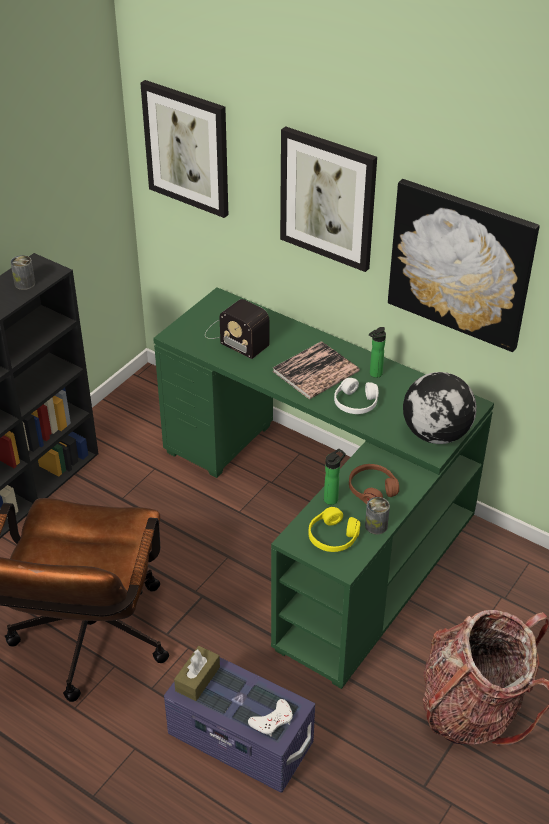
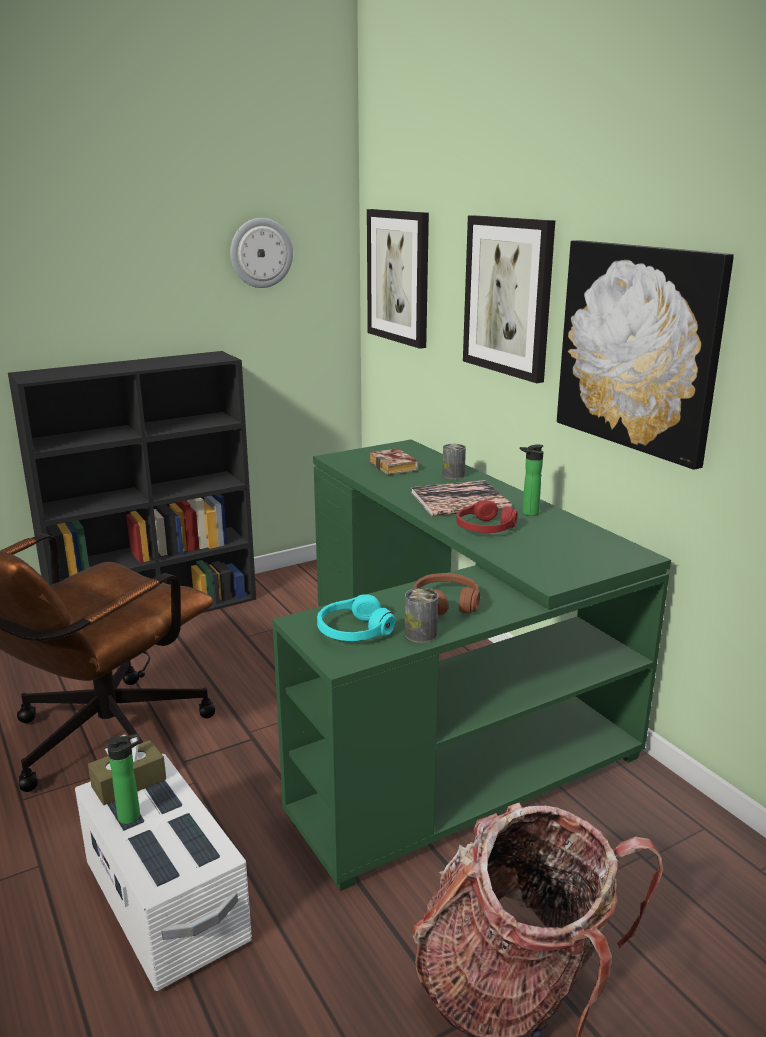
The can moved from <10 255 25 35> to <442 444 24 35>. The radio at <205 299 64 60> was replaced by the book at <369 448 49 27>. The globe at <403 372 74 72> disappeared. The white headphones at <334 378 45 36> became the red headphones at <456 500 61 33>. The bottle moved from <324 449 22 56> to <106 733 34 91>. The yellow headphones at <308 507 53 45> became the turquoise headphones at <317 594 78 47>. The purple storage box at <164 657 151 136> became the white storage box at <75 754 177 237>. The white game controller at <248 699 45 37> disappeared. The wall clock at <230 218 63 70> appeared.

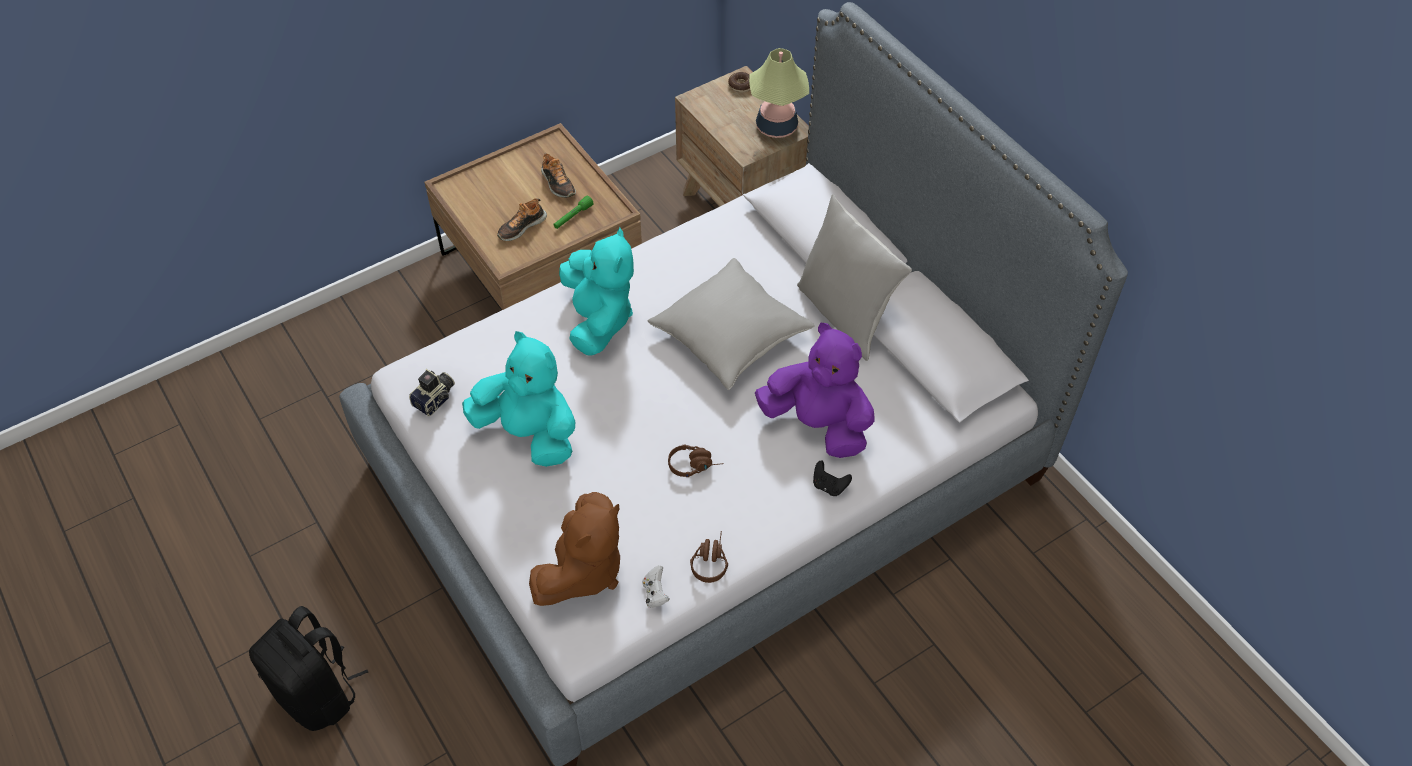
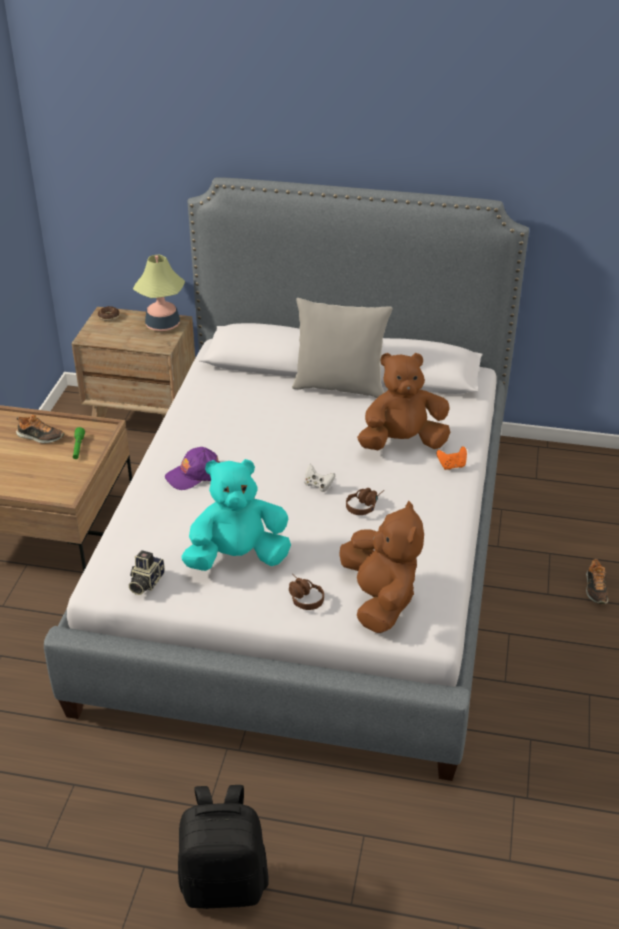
The shoe moved from <497 198 50 43> to <586 558 22 46>. The turquoise plush toy at <559 227 75 128> was replaced by the purple cap at <165 447 55 43>. The grey pillow at <648 258 167 132> disappeared. The purple plush toy at <755 323 119 135> became the brown plush toy at <357 353 93 97>. The photo camera at <409 369 46 47> turned 150 degrees counterclockwise. The black game controller at <813 460 39 36> became the orange game controller at <436 446 31 24>. The brown headphones moved from <690 531 38 52> to <289 574 35 36>. The white game controller moved from <642 565 28 43> to <304 464 31 28>.

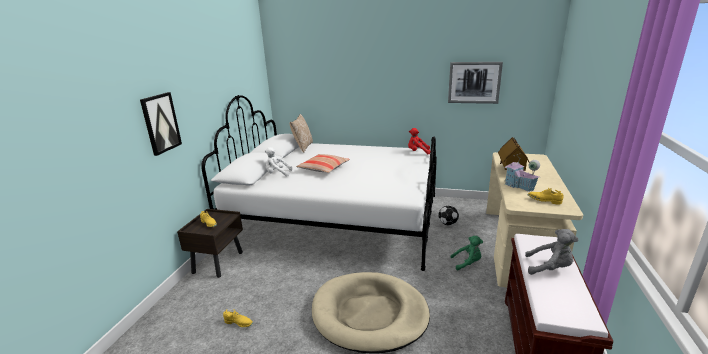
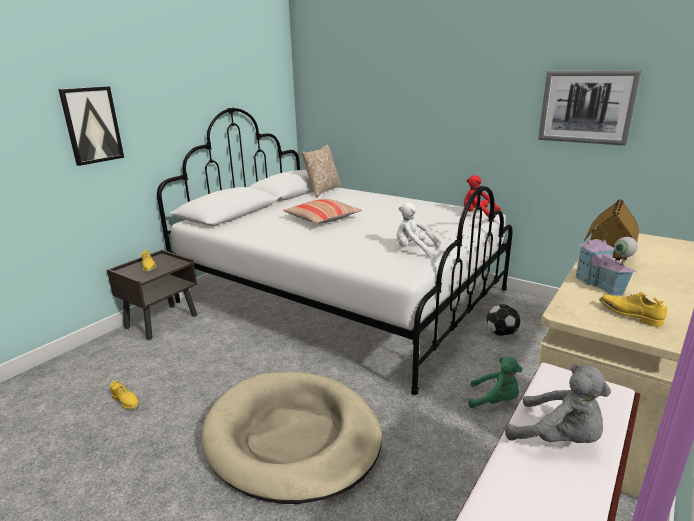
The white plush toy moved from <265 147 27 30> to <396 202 45 54>.

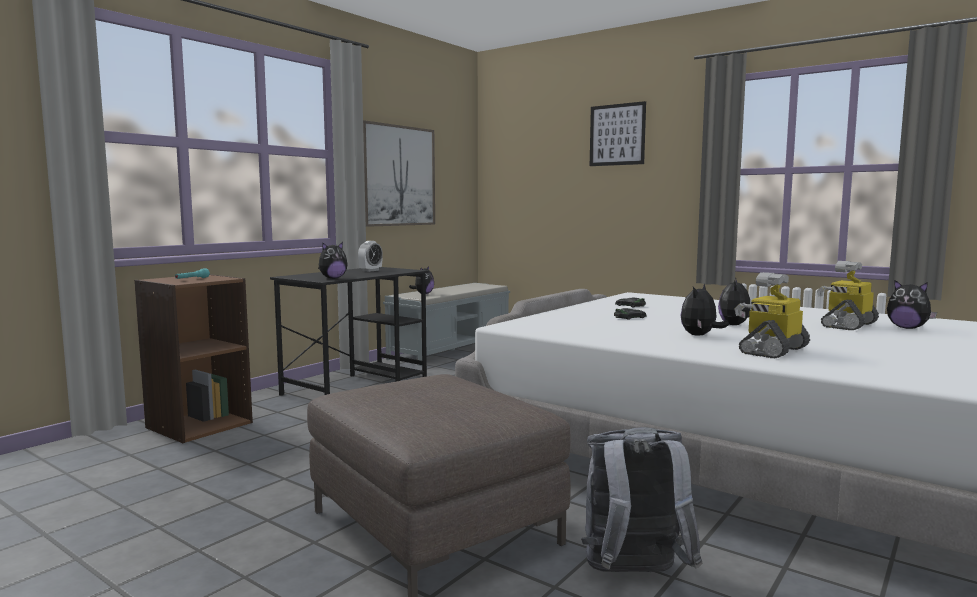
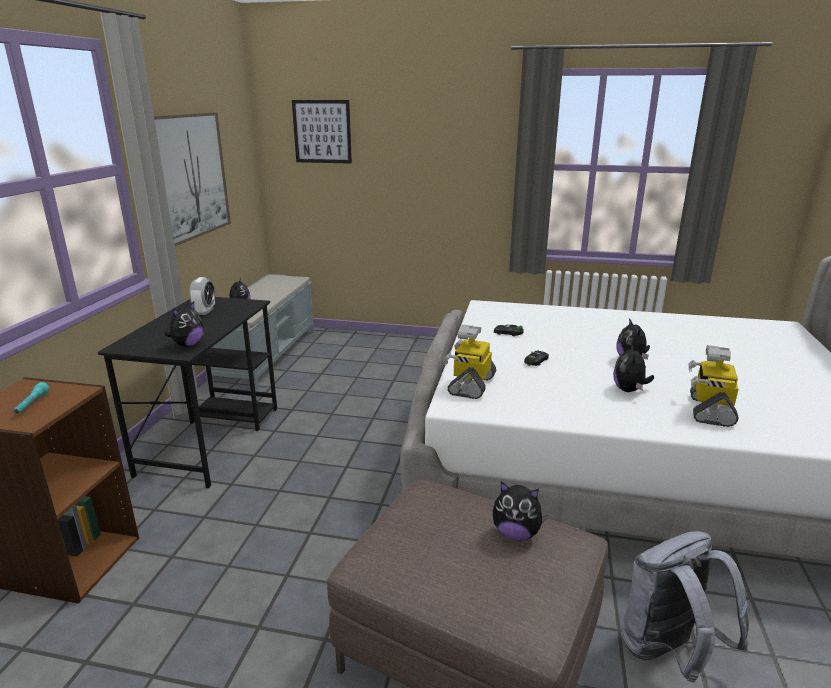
The picture moved from <590 101 56 65> to <292 100 60 64>. The toy robot moved from <817 261 62 69> to <443 325 53 74>. The plush toy moved from <887 280 50 49> to <493 481 55 60>.

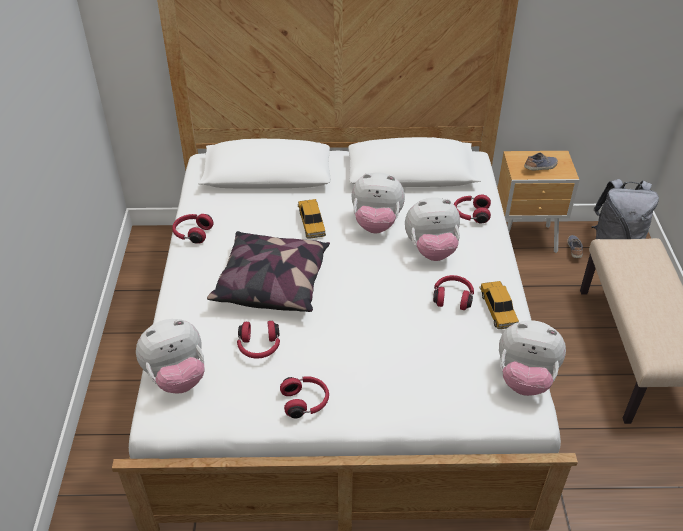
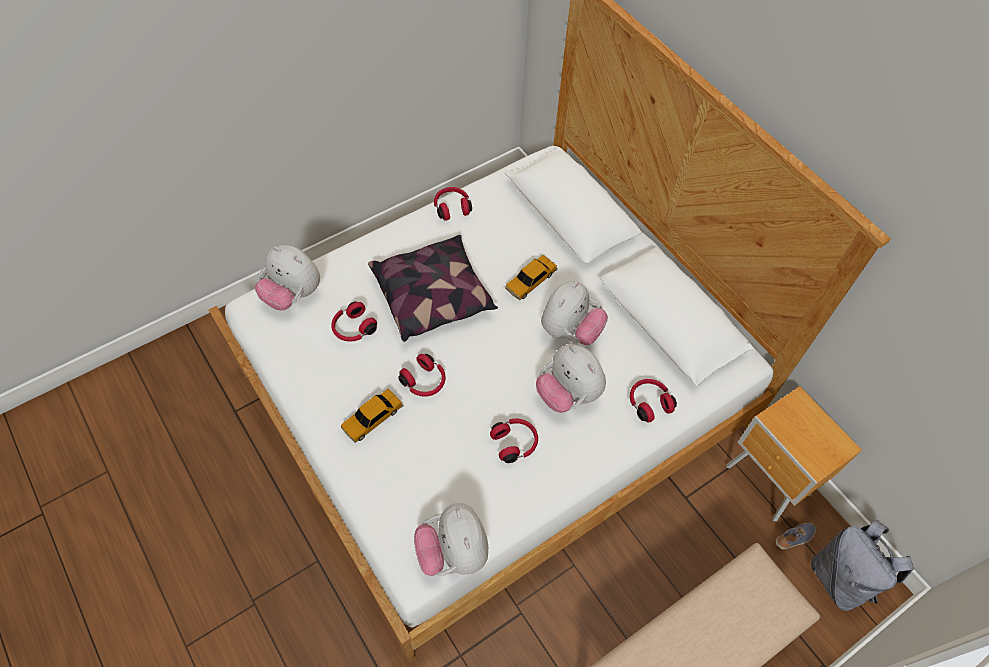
The shoe at <524 153 34 18> disappeared. The plush toy at <352 172 53 61> turned 120 degrees counterclockwise. The toy car moved from <479 281 40 48> to <341 389 63 54>. The red headphones moved from <280 376 49 43> to <398 354 47 43>.

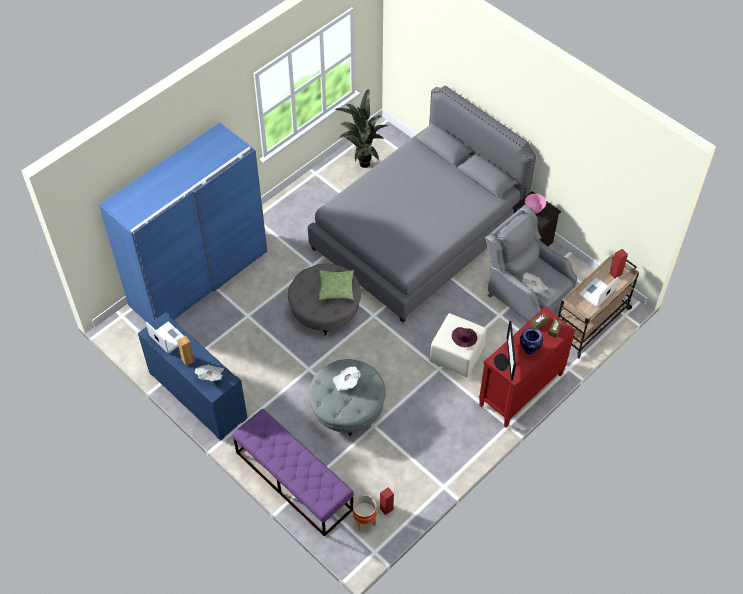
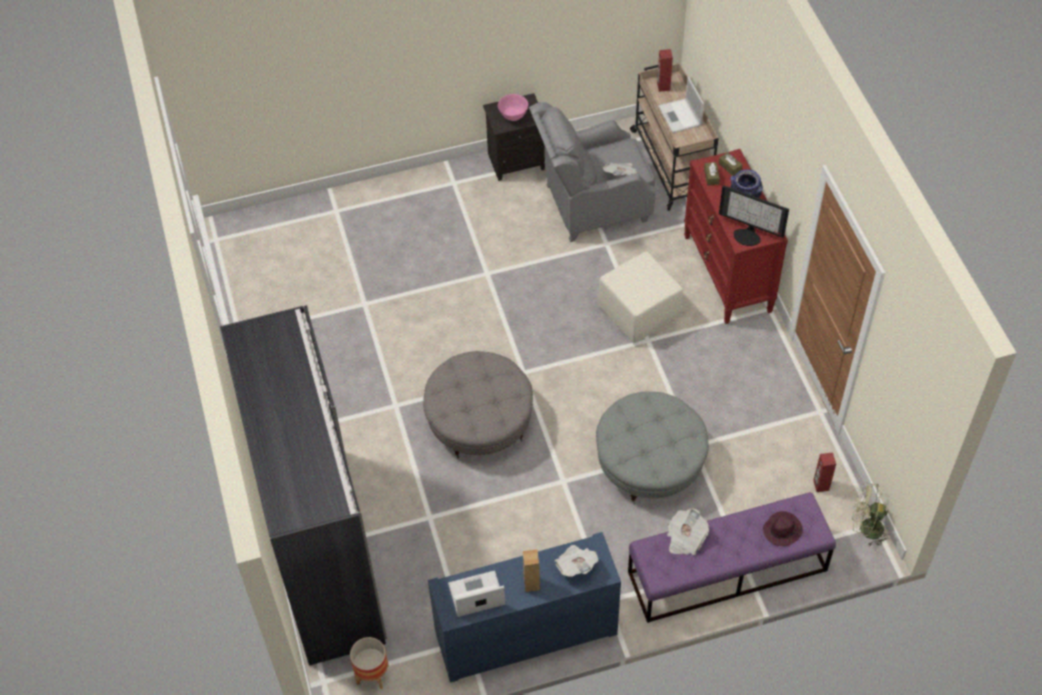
The grey bed at <308 85 228 237> disappeared. The potted plant at <335 89 54 79> disappeared. The blue wardrobe at <99 122 168 202> became the grey wardrobe at <220 305 167 361>. The pillow at <319 270 35 30> disappeared. The purple hat moved from <452 327 25 20> to <763 511 40 35>. The newspaper moved from <333 367 28 24> to <667 509 42 46>. The planter moved from <353 495 24 36> to <350 637 39 52>. The green fan at <852 482 39 64> appeared.

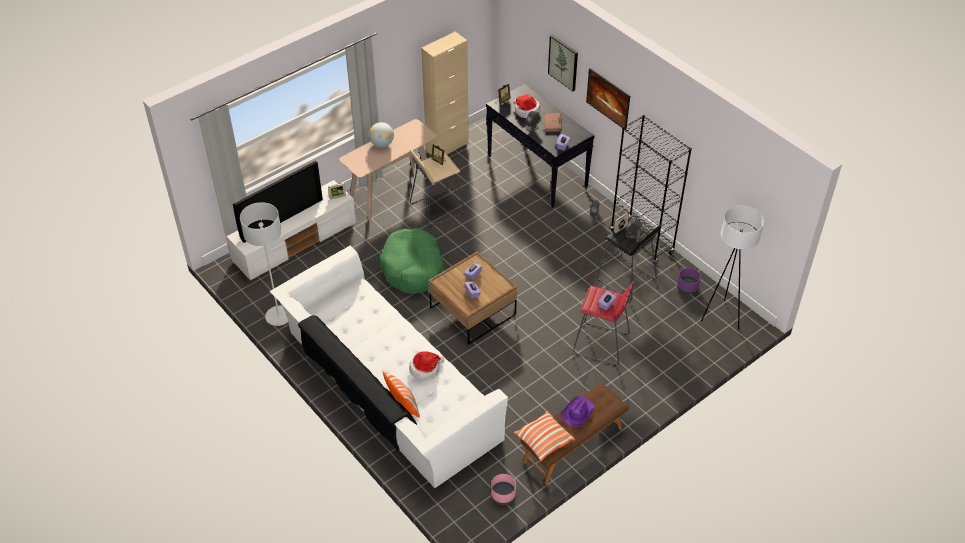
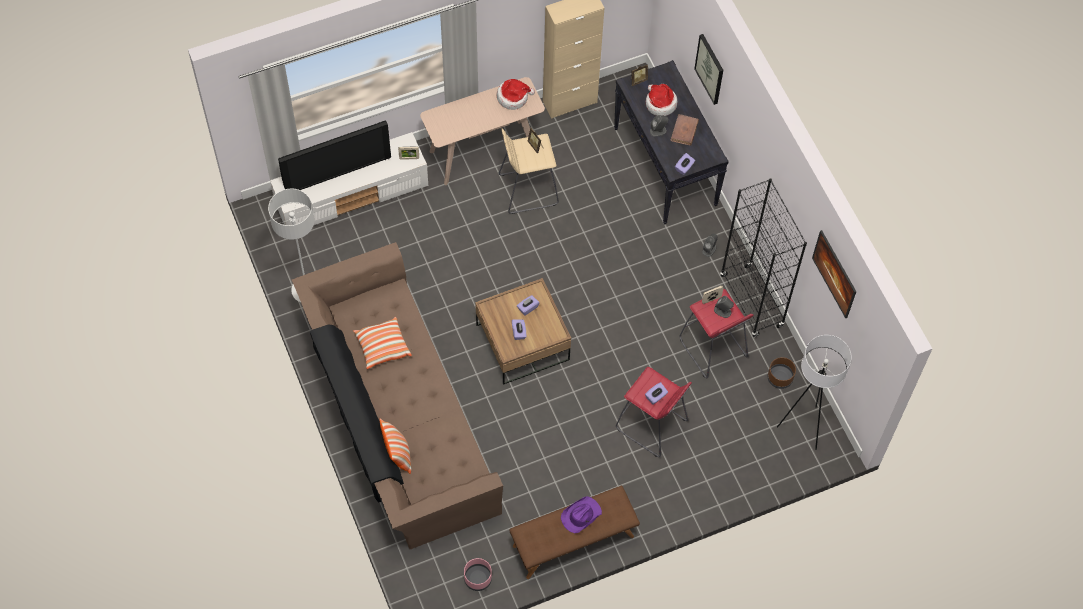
The picture moved from <586 68 44 62> to <812 230 44 89>. The globe at <369 122 25 25> disappeared. The black stool at <597 221 64 80> became the red stool at <680 289 73 90>. The green dog bed at <380 228 65 66> disappeared. The white sofa at <270 246 238 242> became the brown sofa at <292 242 211 307>. The purple planter at <677 268 24 26> became the brown planter at <768 357 28 32>. The hat moved from <409 351 35 30> to <497 79 38 31>. The pillow moved from <514 411 62 50> to <353 317 59 52>.

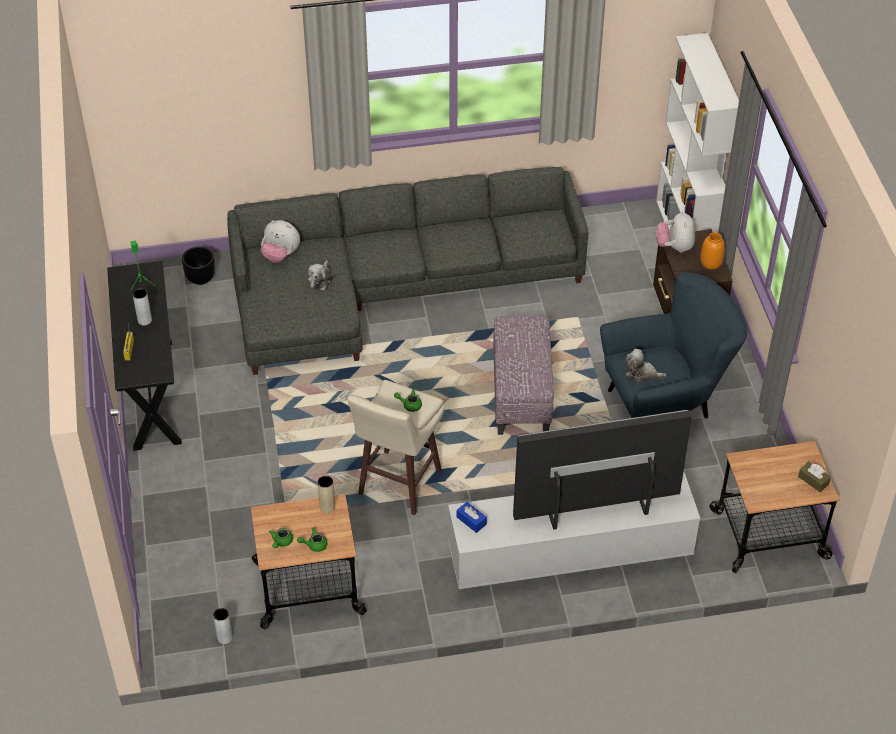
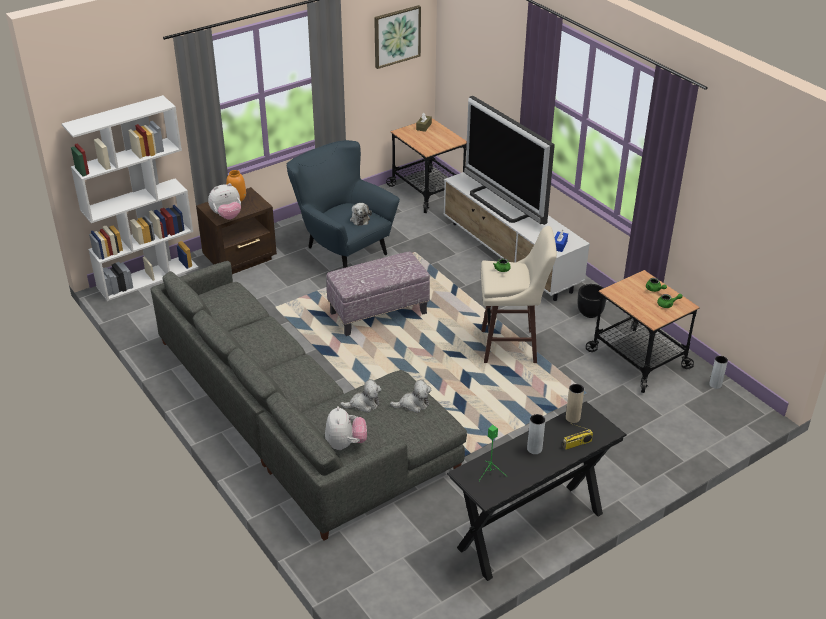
The black planter moved from <182 247 33 38> to <578 284 28 34>. The beige vase moved from <318 476 17 37> to <566 384 18 39>. The picture at <374 5 47 64> appeared. The plush toy at <390 380 41 33> appeared.

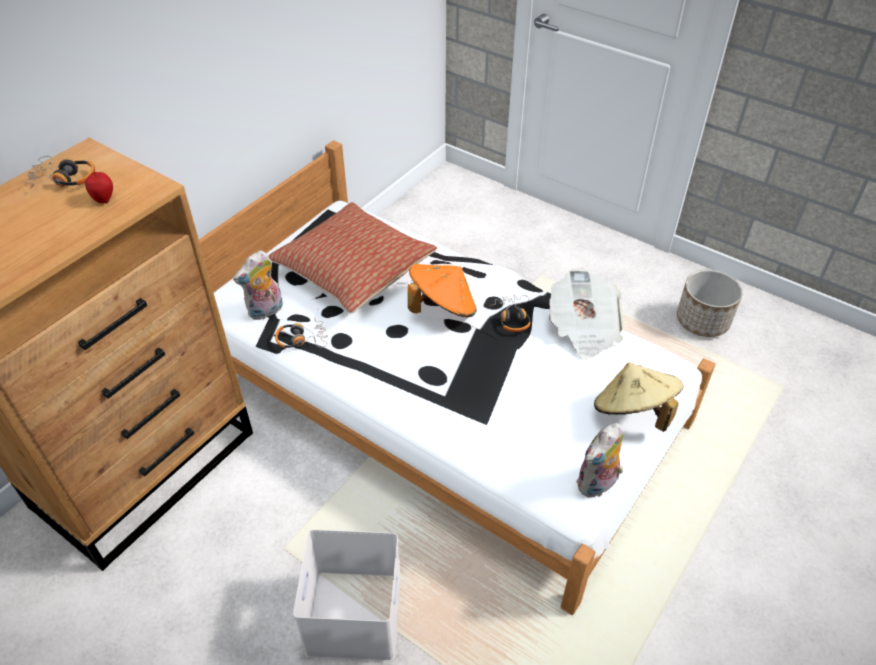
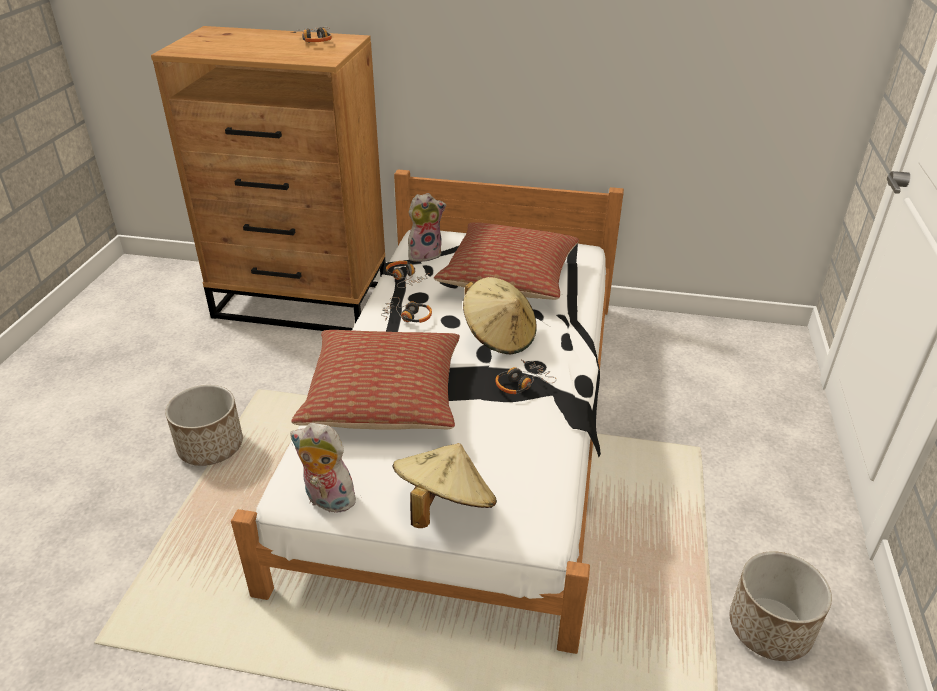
The apple at <85 172 28 31> disappeared. The plush toy at <233 250 50 70> turned 135 degrees clockwise. The orange hat at <408 264 69 53> became the beige hat at <463 277 74 78>. The newspaper at <548 268 75 92> disappeared. The white storage box at <293 529 108 132> was replaced by the planter at <165 385 78 81>. The headphones at <381 297 51 26> appeared. The pillow at <291 330 169 100> appeared.

